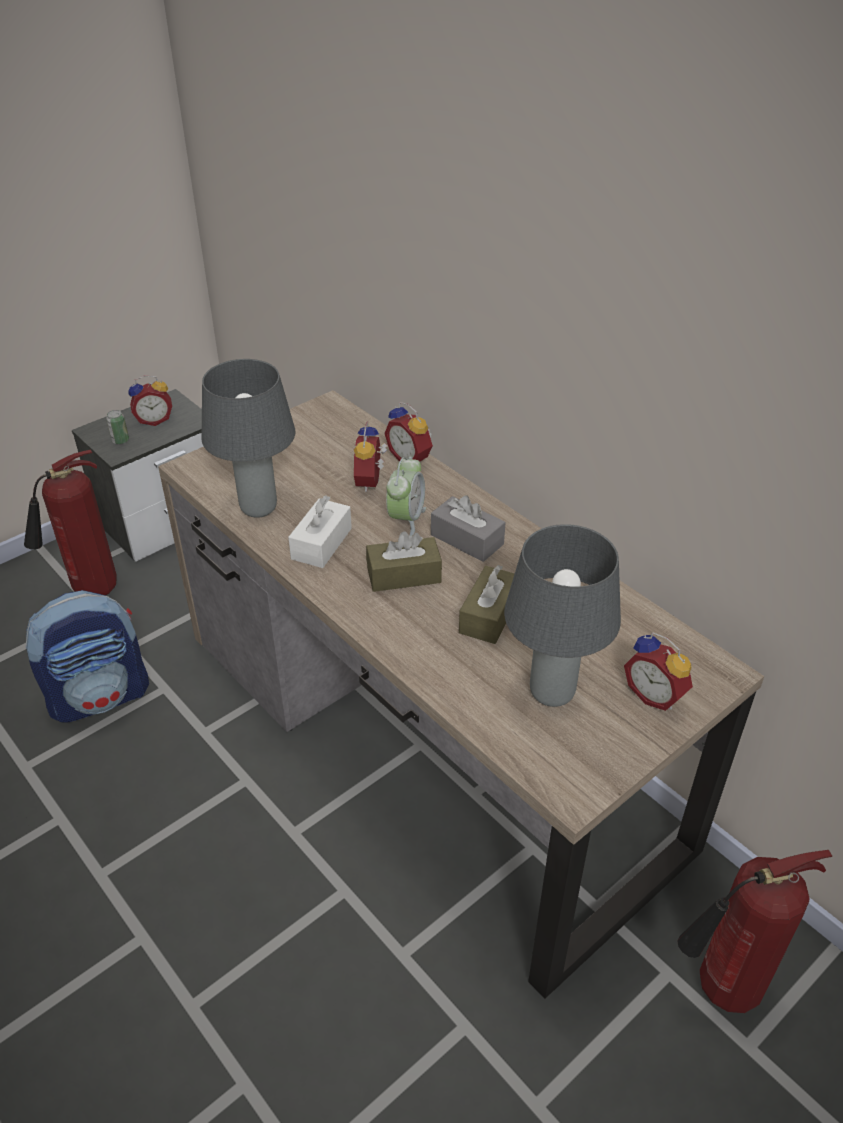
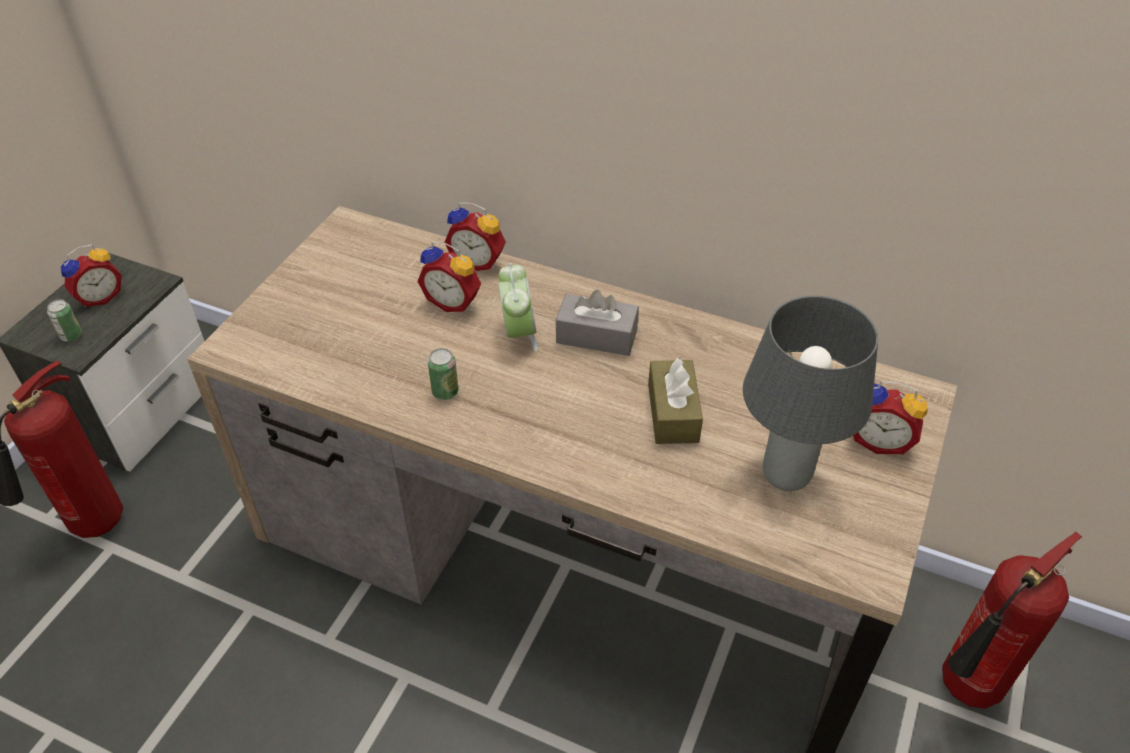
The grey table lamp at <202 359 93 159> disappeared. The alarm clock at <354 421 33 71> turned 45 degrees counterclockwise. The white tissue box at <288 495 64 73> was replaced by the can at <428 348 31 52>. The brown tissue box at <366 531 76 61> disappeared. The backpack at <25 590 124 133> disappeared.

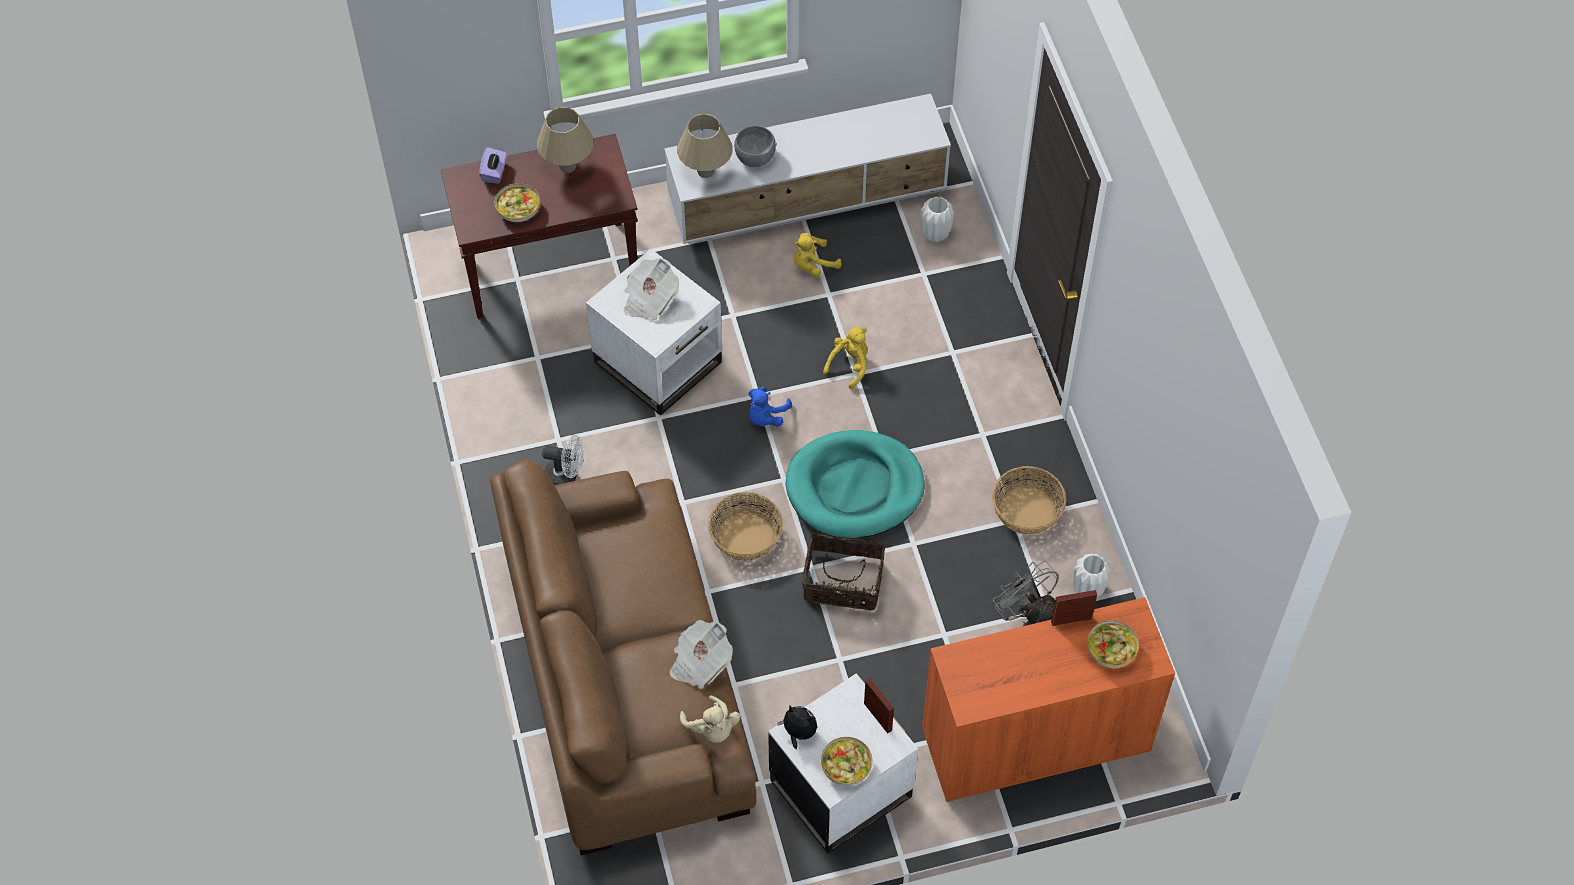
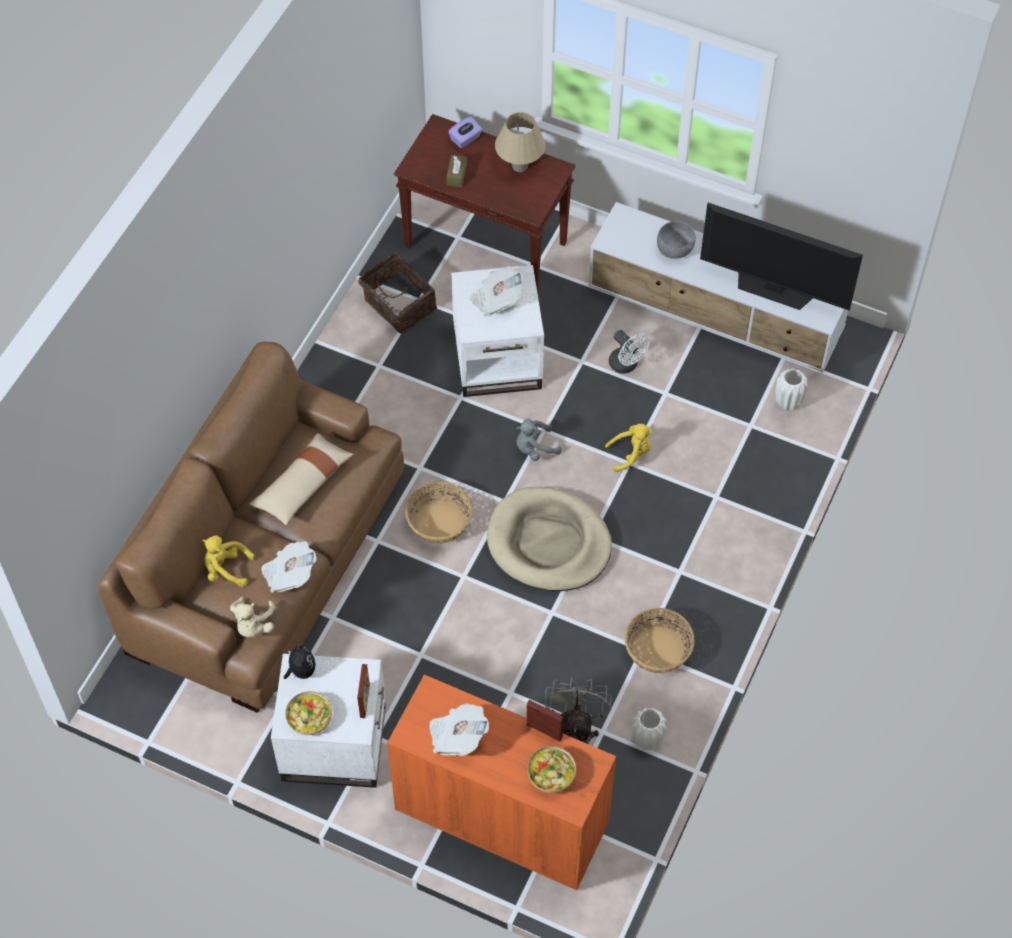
The beige table lamp at <677 114 56 64> disappeared. The bowl at <495 183 45 39> was replaced by the brown tissue box at <446 155 21 32>. The yellow plush toy moved from <794 233 48 44> to <202 535 53 52>. The blue plush toy at <748 387 44 40> became the grey plush toy at <517 419 45 42>. The turquoise dog bed at <785 430 139 108> became the beige dog bed at <487 487 125 104>. The white fan moved from <542 435 42 50> to <609 330 41 44>. The basket moved from <802 533 84 77> to <359 252 78 82>. The television at <700 203 163 108> appeared. The beige pillow at <249 433 105 92> appeared. The newspaper at <429 703 60 53> appeared.

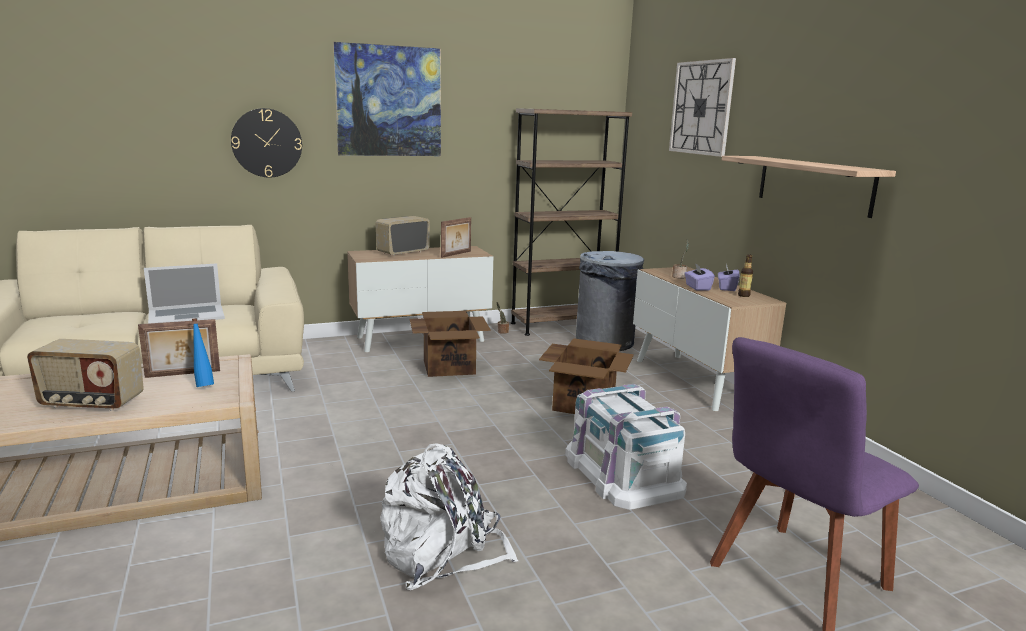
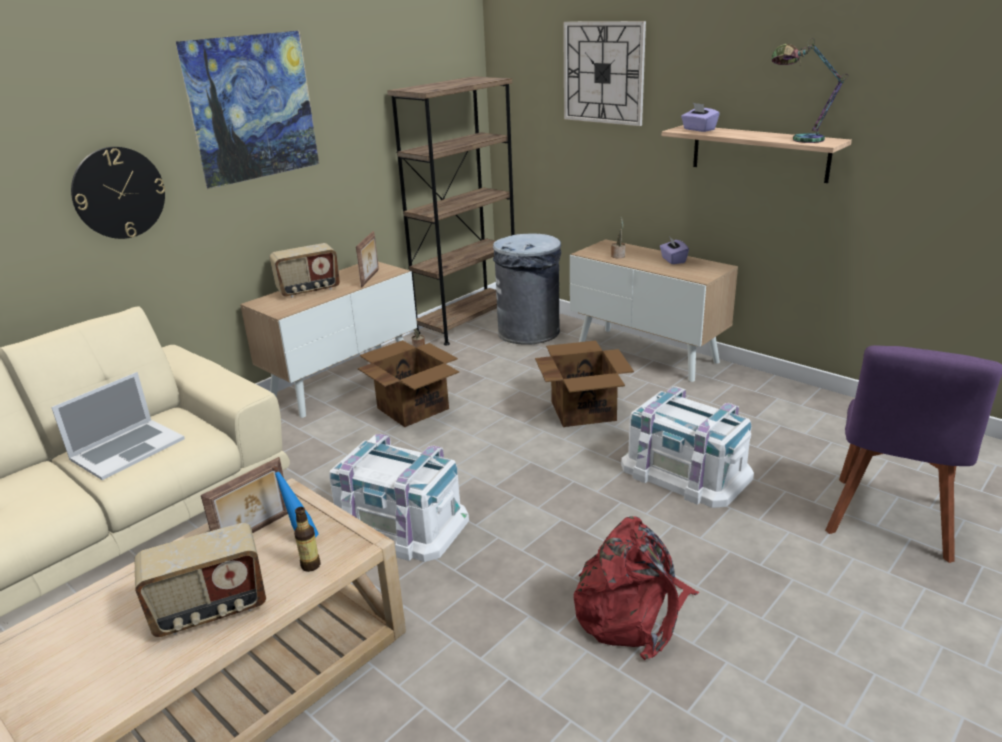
The radio at <375 216 55 40> turned 135 degrees counterclockwise. The bottle moved from <738 254 15 43> to <294 507 27 65>. The purple tissue box moved from <685 263 30 28> to <681 103 39 29>. The white backpack at <380 443 138 147> became the red backpack at <573 516 126 144>. The table lamp at <772 38 76 105> appeared. The white storage box at <329 434 140 128> appeared.

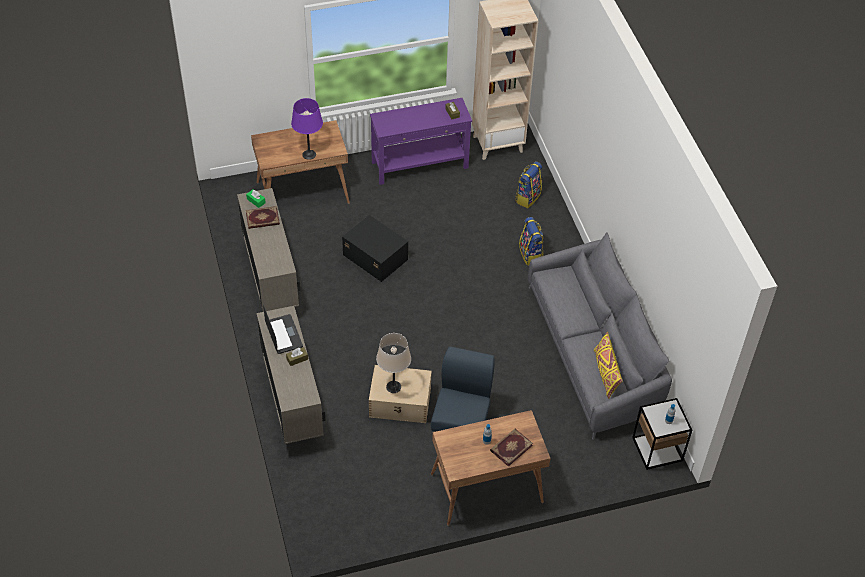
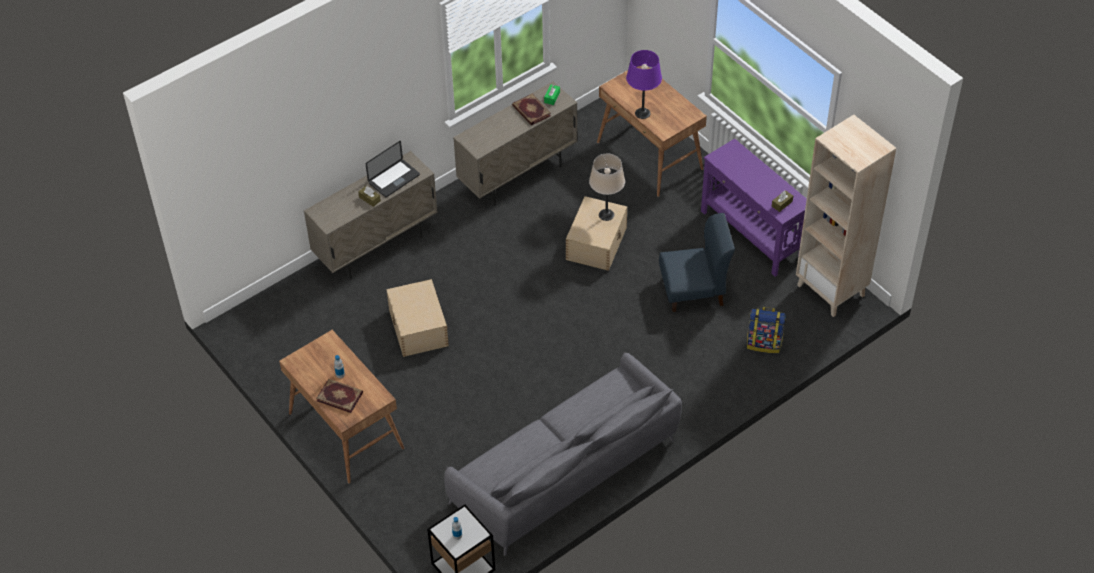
The black storage box at <342 215 66 67> became the beige storage box at <566 196 61 75>. The backpack at <519 217 25 49> disappeared. The yellow pillow at <594 332 29 67> disappeared. The beige table lamp moved from <376 333 35 60> to <589 154 36 67>. The blue chair moved from <431 346 64 86> to <659 213 76 99>.

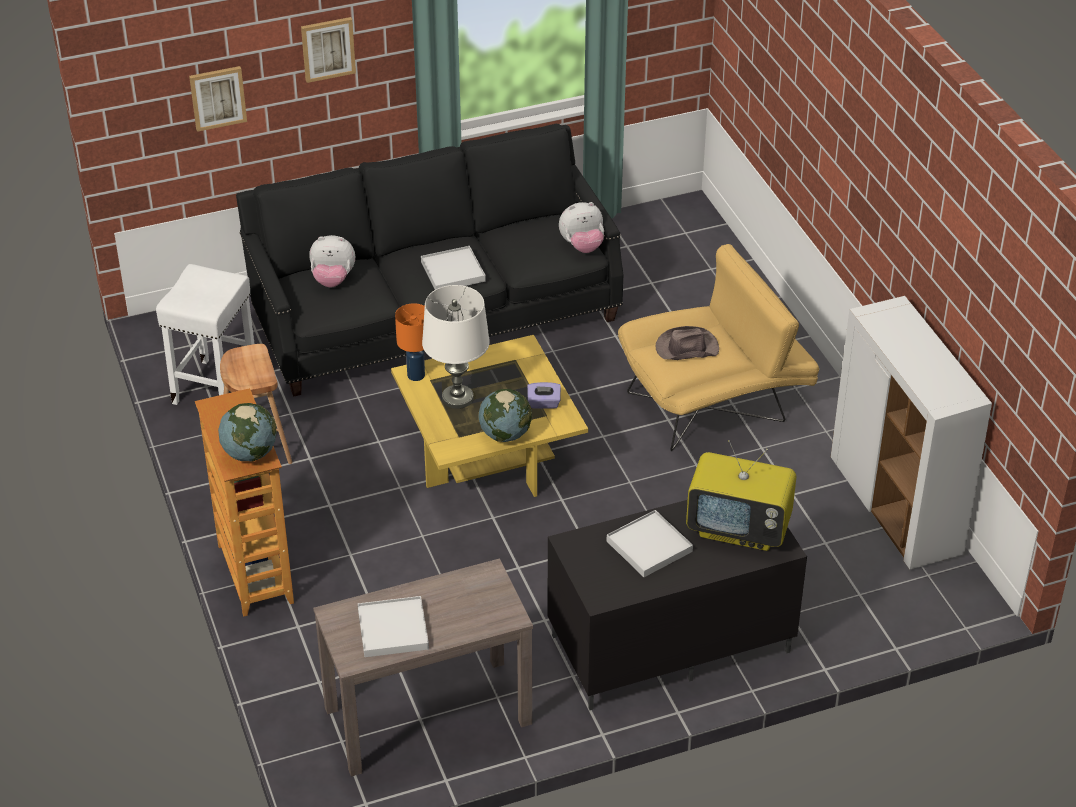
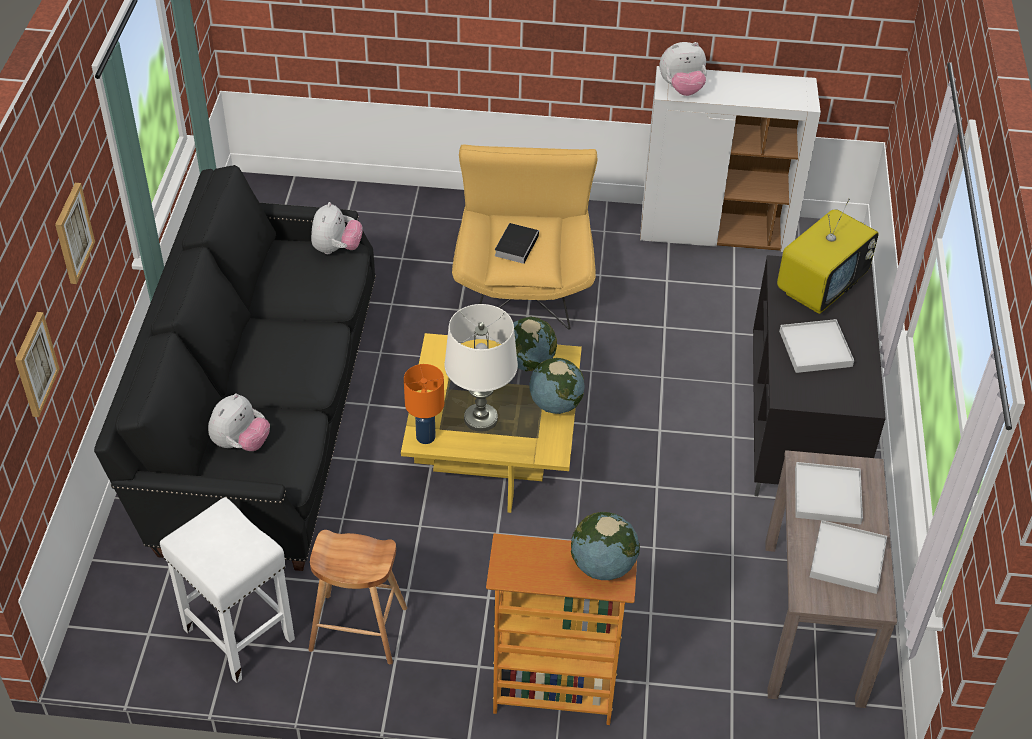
The white tray moved from <421 246 65 44> to <795 462 68 63>. The brown hat at <656 326 63 34> was replaced by the book at <495 223 44 41>. The purple tissue box at <527 382 34 27> was replaced by the globe at <513 317 44 55>. The plush toy at <660 42 47 54> appeared.

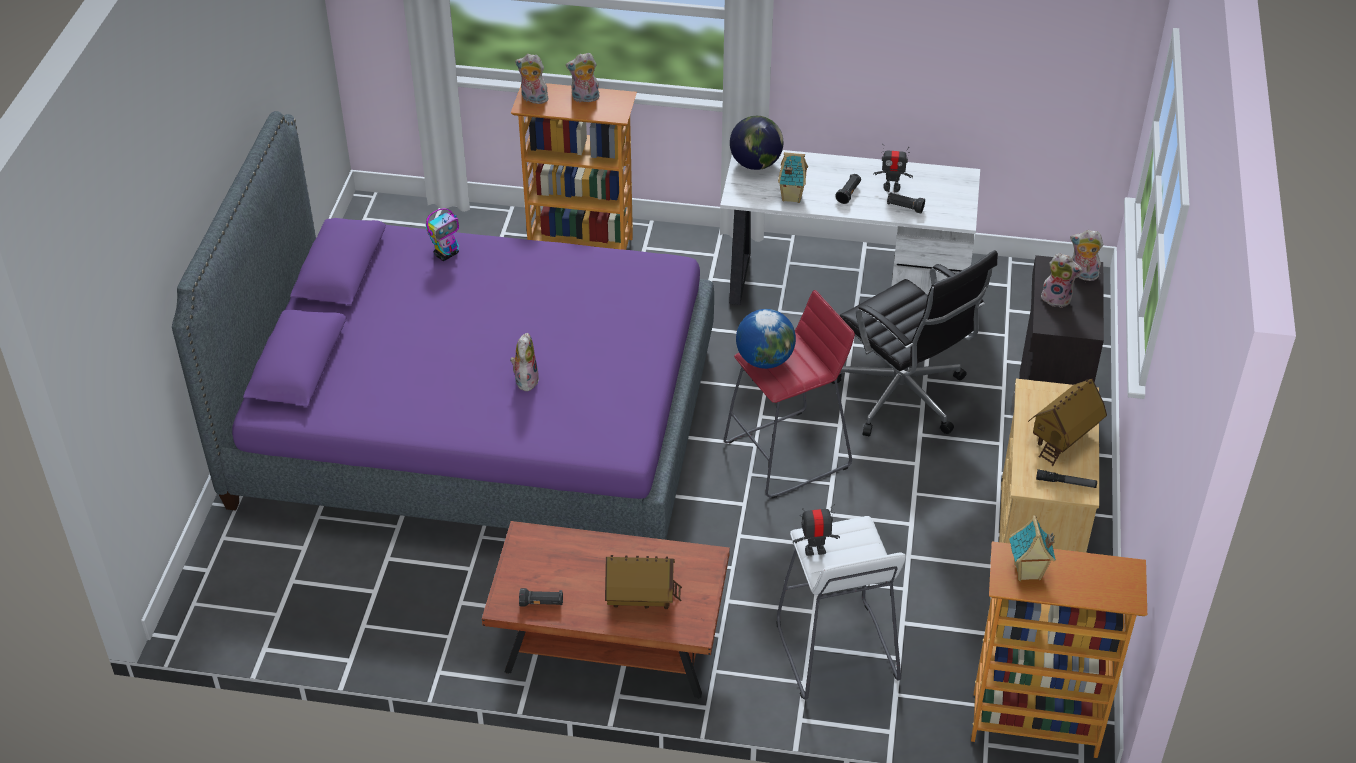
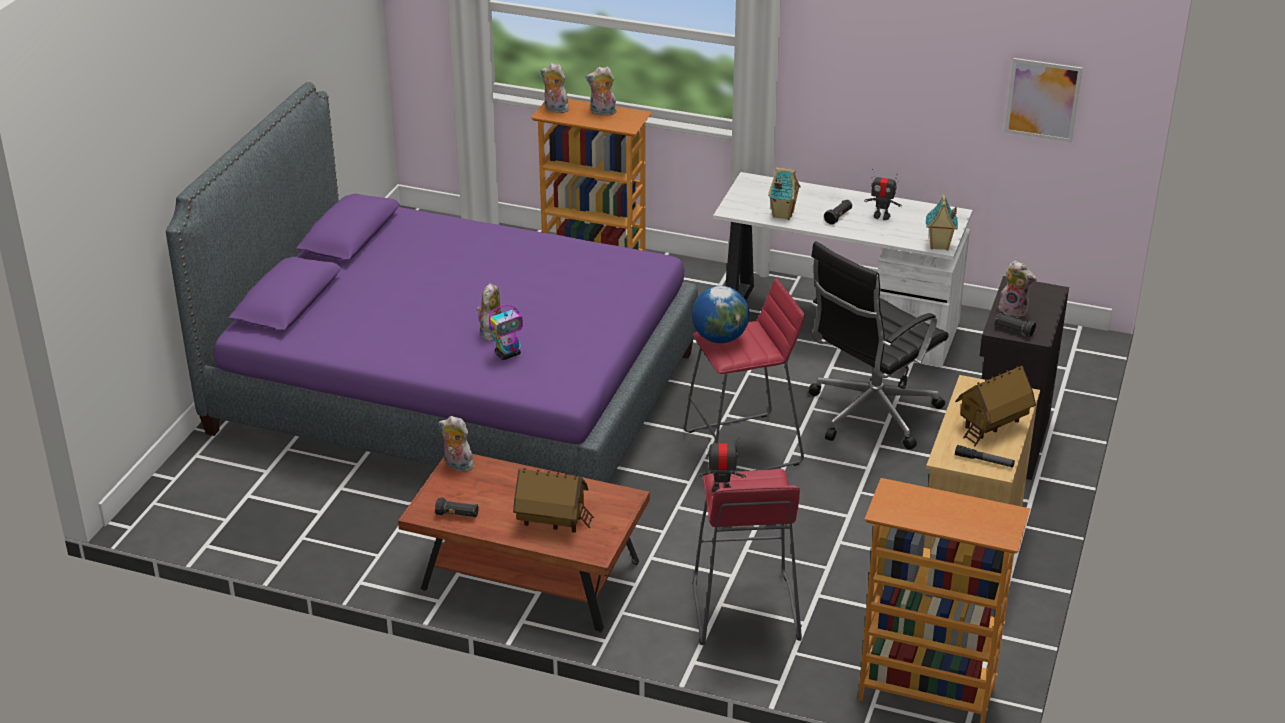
The globe at <730 116 53 54> disappeared. The black flashlight moved from <887 192 38 21> to <995 313 41 24>. The toy robot moved from <426 208 33 53> to <489 305 34 55>. The plush toy moved from <1070 230 33 51> to <439 416 35 56>. The black office chair at <831 250 167 186> turned 75 degrees clockwise. The toy house moved from <1009 515 47 66> to <926 194 32 57>. The white stool at <776 516 130 184> became the red stool at <693 469 109 176>. The picture at <1004 58 79 84> appeared.

